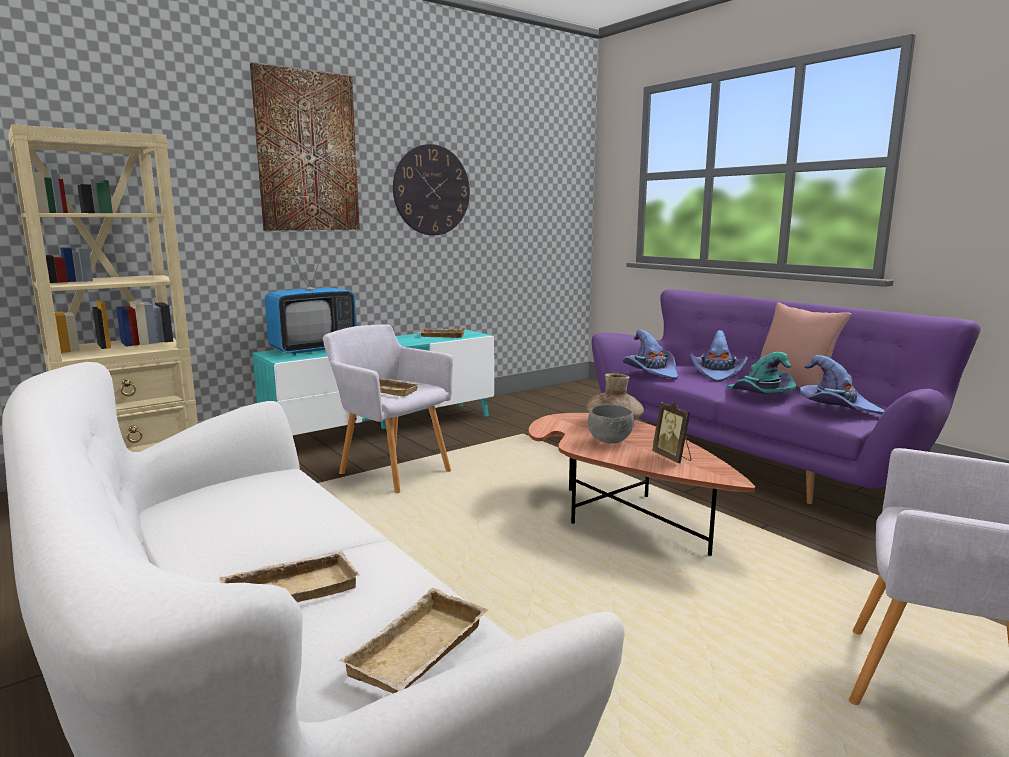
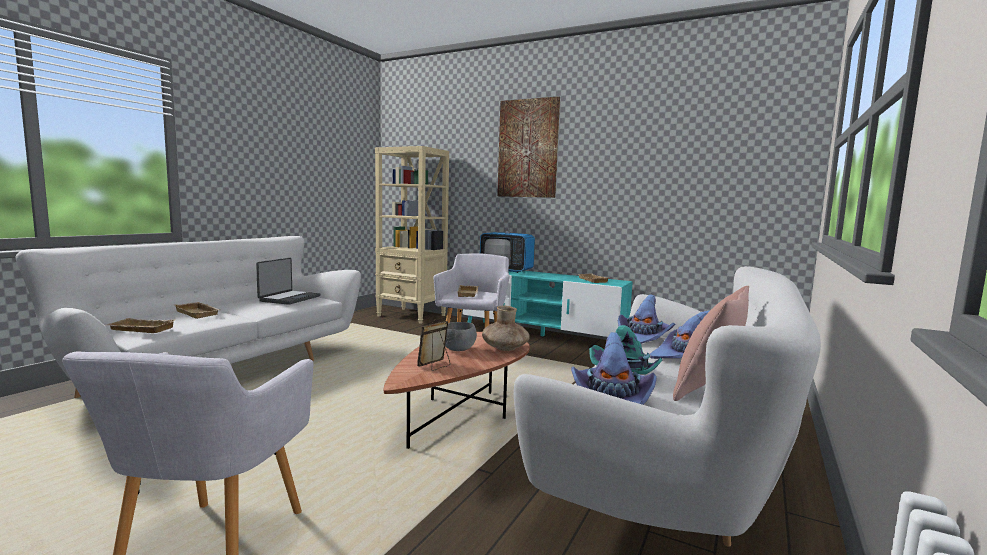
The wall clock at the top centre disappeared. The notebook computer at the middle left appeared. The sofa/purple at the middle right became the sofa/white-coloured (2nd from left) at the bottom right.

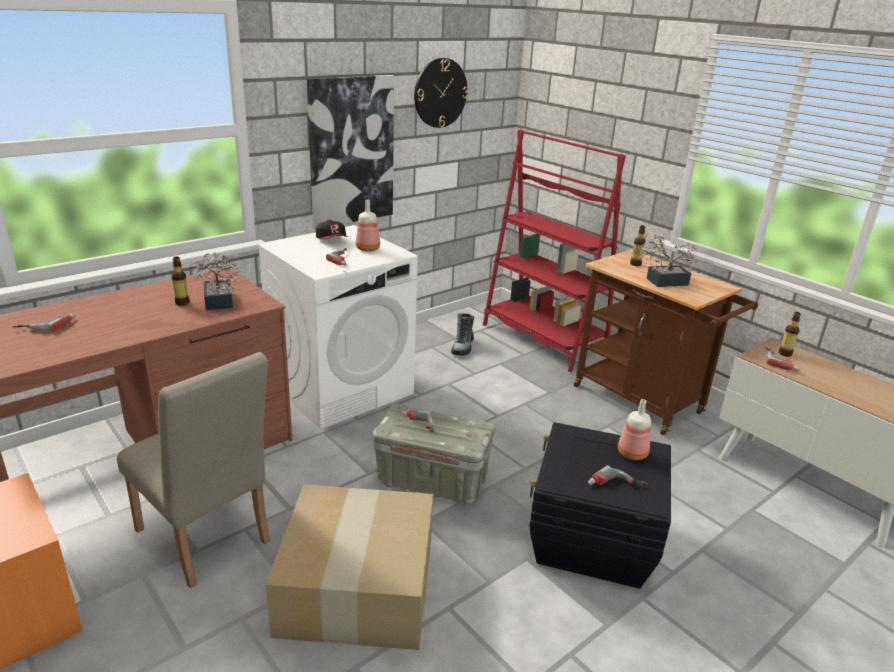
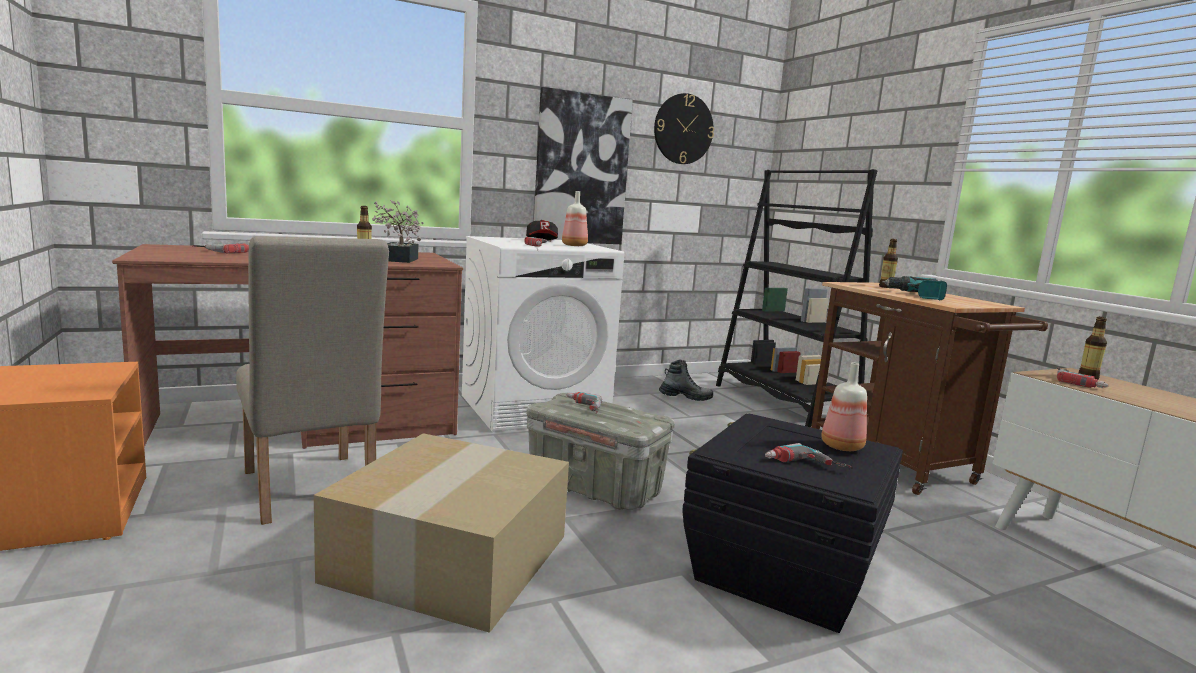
The potted plant (2nd from left) at the middle right was replaced by the power drill (5th from left) at the middle right. The shelving unit/red-coloured at the centre became the shelving unit/black-coloured at the centre. The boot at the centre turned 120 degrees counterclockwise.

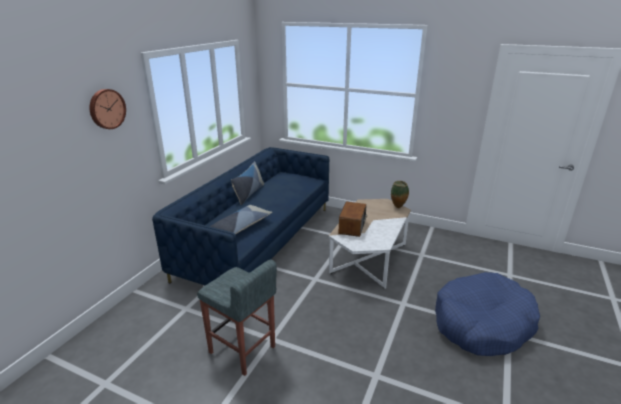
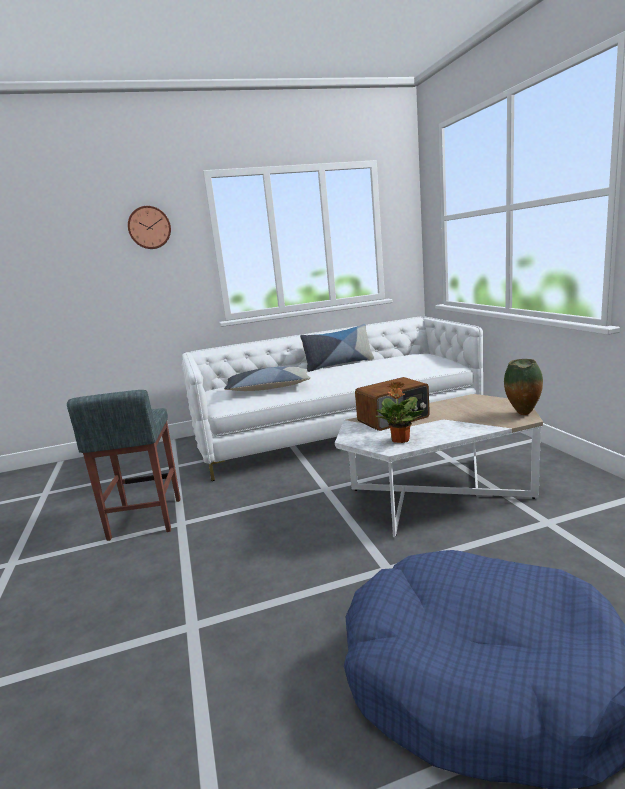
The potted plant at the centre appeared. The sofa/bluish at the centre became the sofa/white-coloured at the centre.

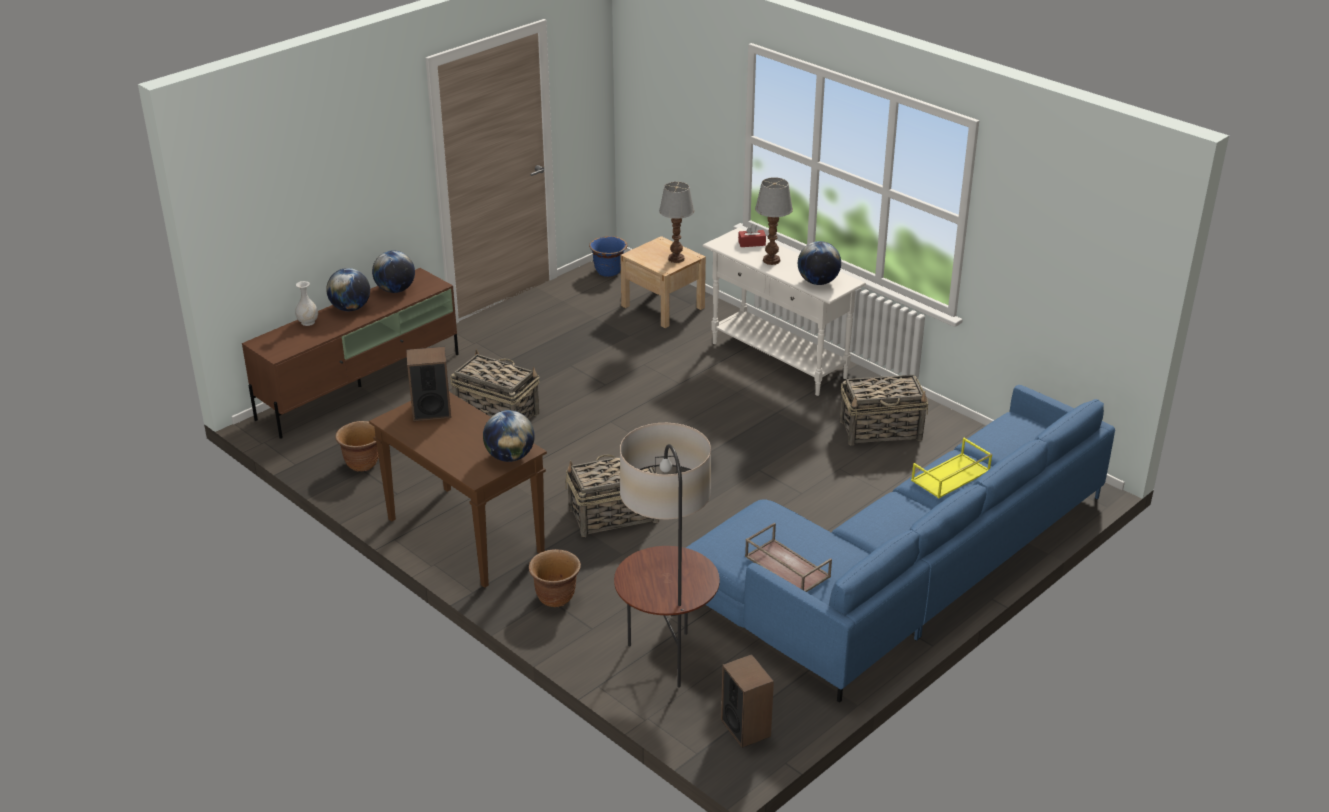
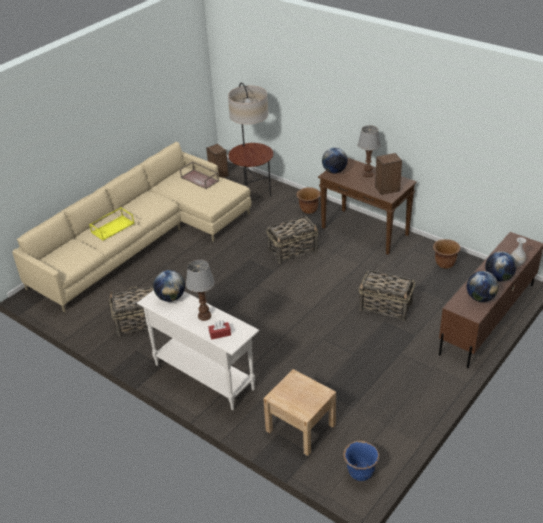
The lamp for a table (1st from left in the first image) moved from the top centre to the top right. The sofa/bluish at the bottom right became the sofa/beige-coloured at the middle left.

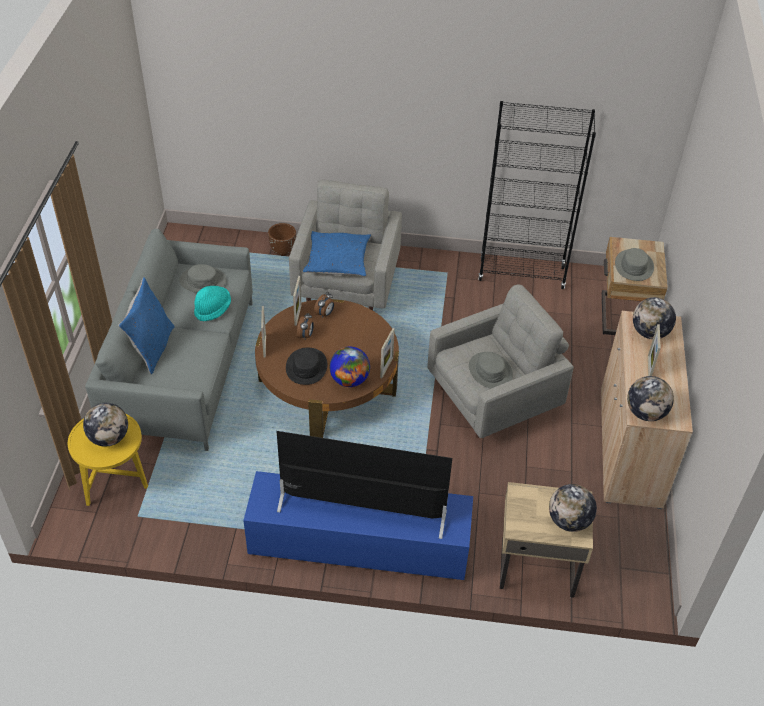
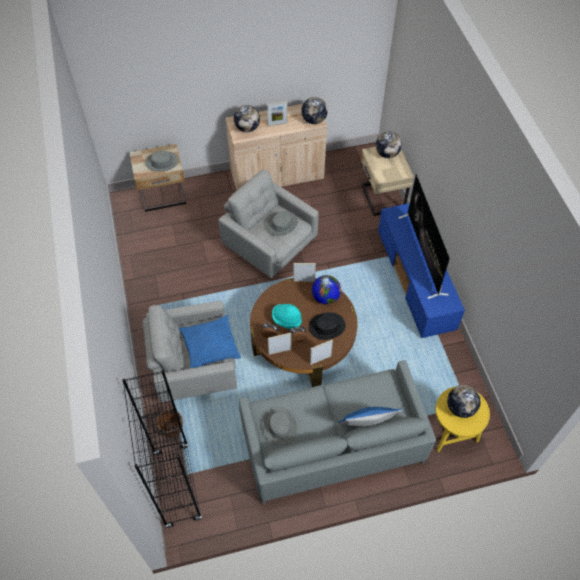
The clothing hat/turquoise moved from the middle left to the centre. The shelving unit/black-coloured moved from the top right to the bottom left.

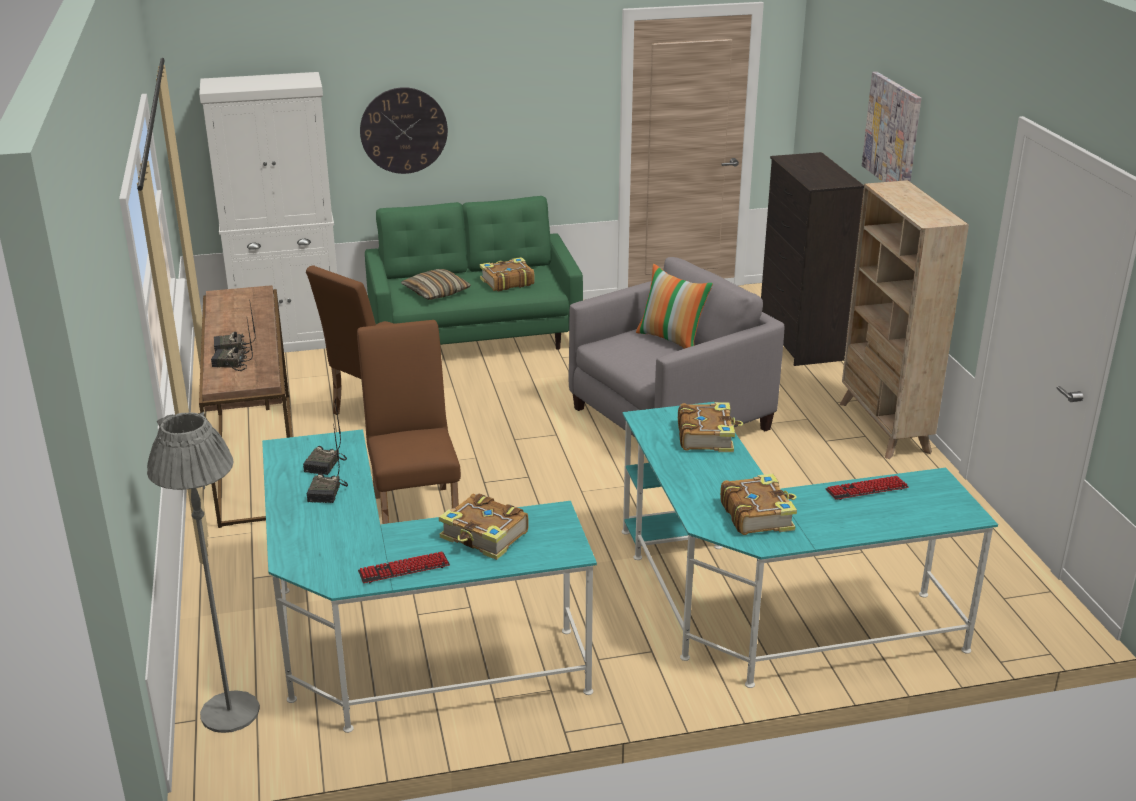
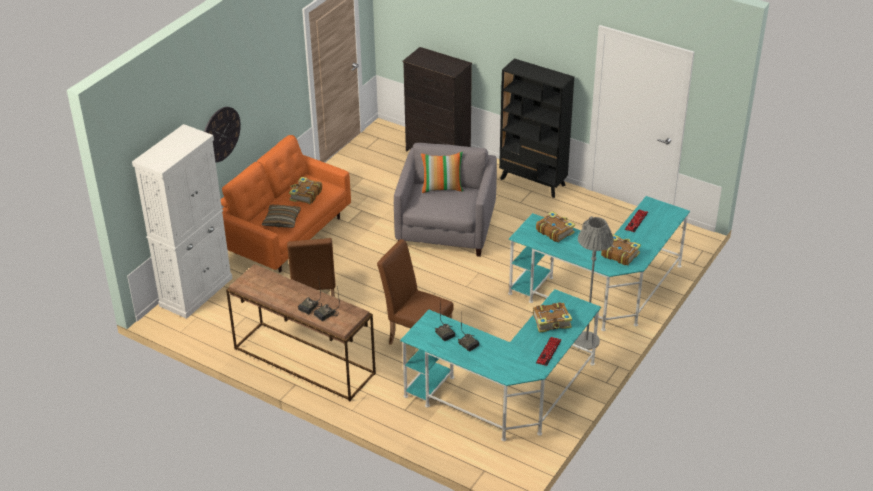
The picture at the top right disappeared. The standing lamp/greyish moved from the bottom left to the middle right. The sofa/green-coloured at the centre became the sofa/orangey at the middle left. The shelving unit/beige-coloured at the middle right became the shelving unit/black-coloured at the top centre.

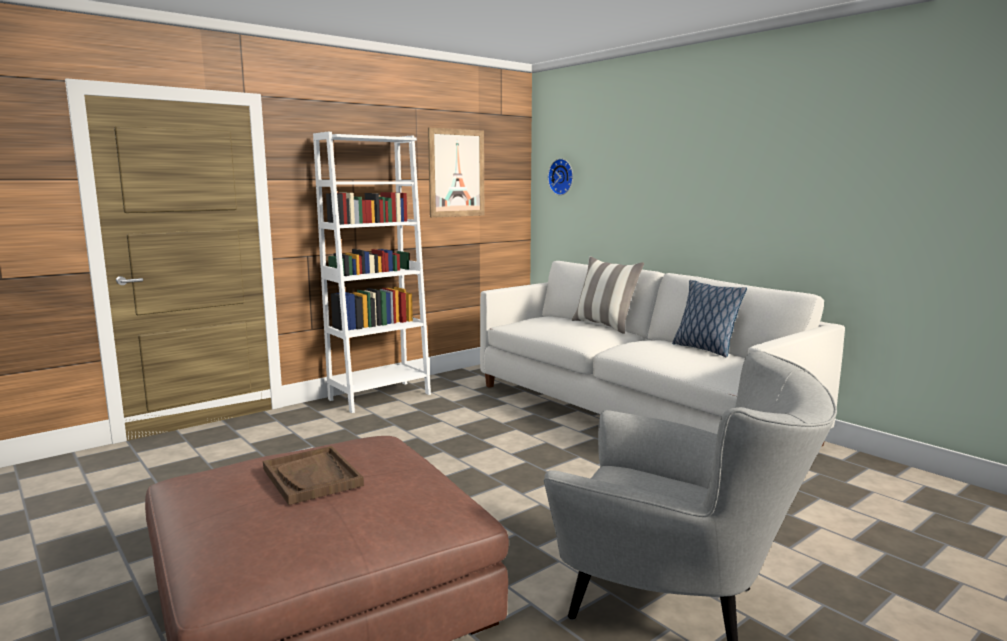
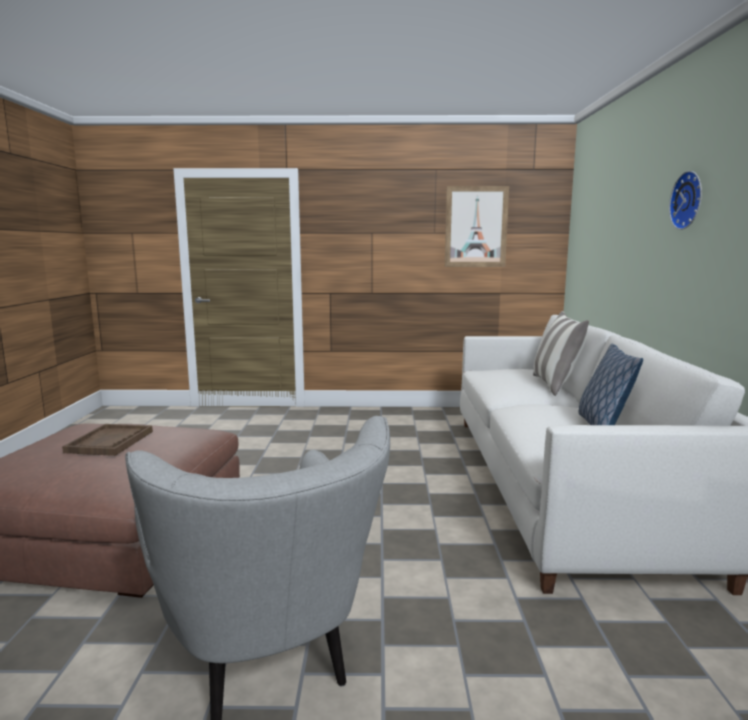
The shelving unit/white-coloured at the centre disappeared. The wall clock moved from the top centre to the top right.

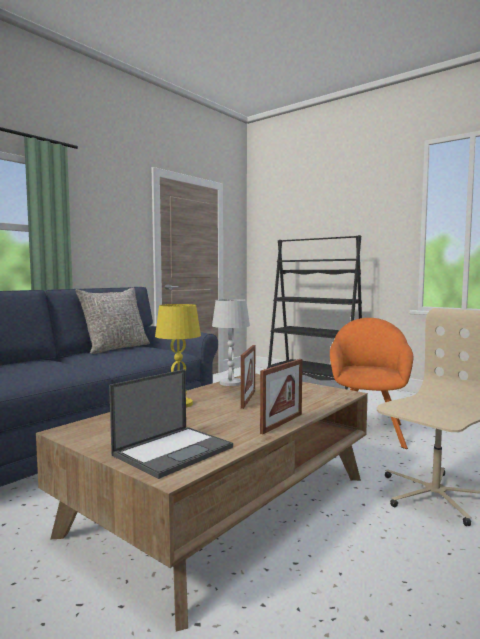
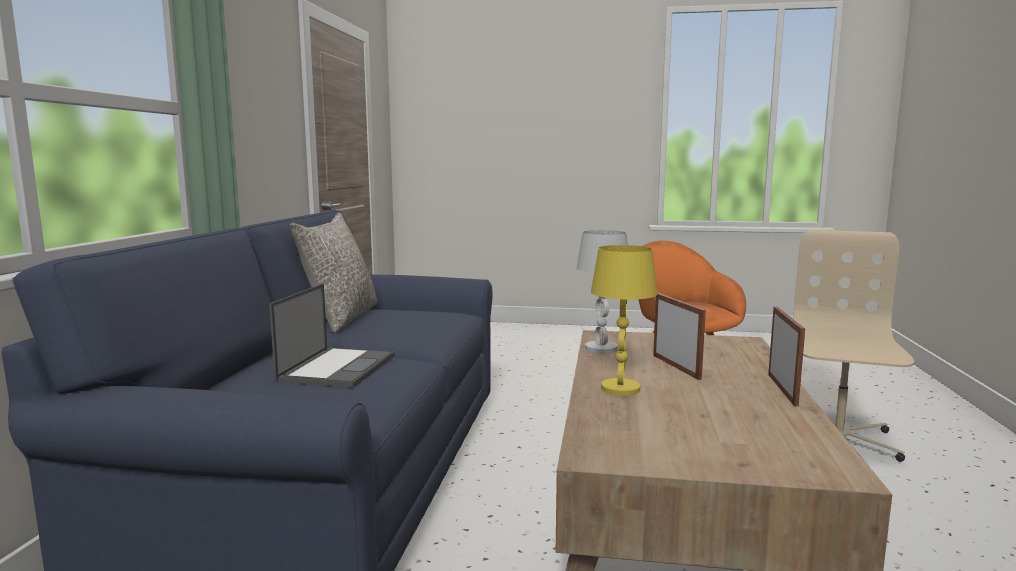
The shelving unit/black-coloured at the centre disappeared. The notebook computer moved from the centre to the middle left.

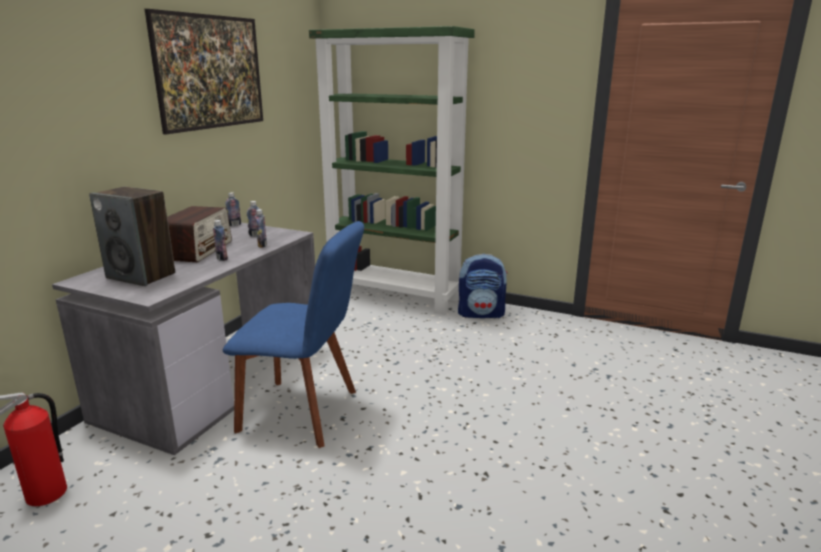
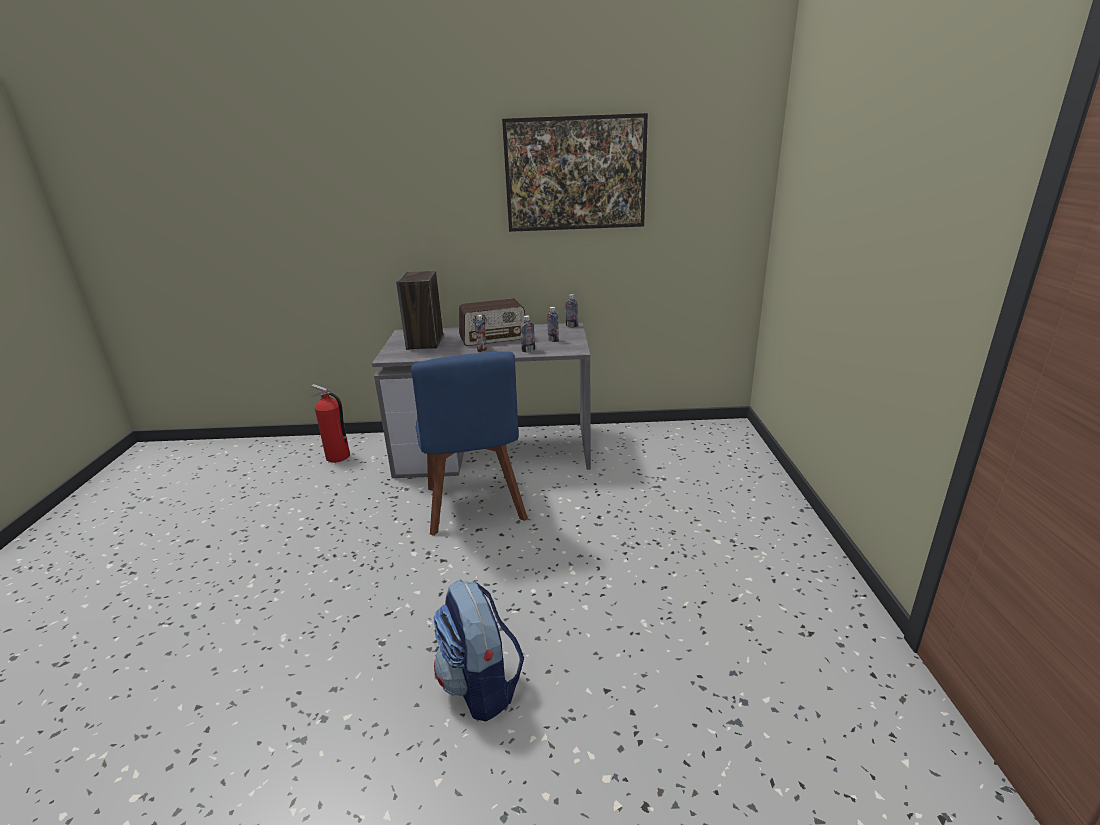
The shelving unit/green-coloured at the top centre disappeared. The backpack moved from the centre to the bottom centre.

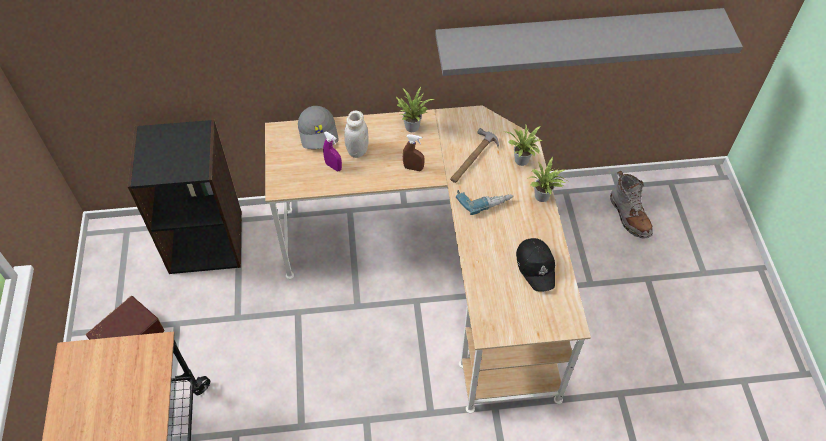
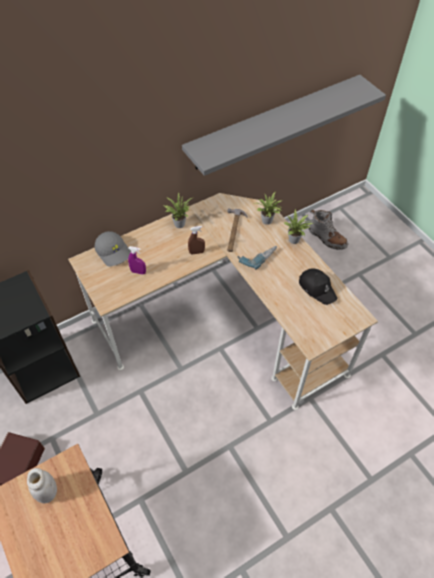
The storage jar/white-coloured moved from the top centre to the bottom left.

